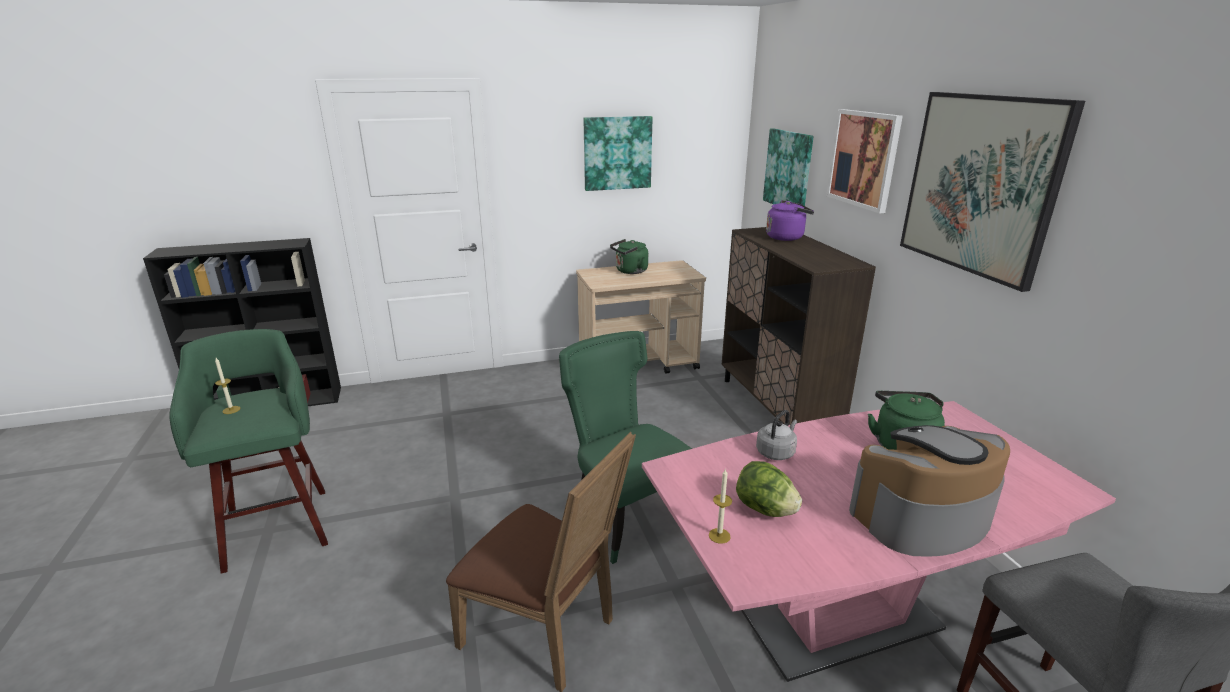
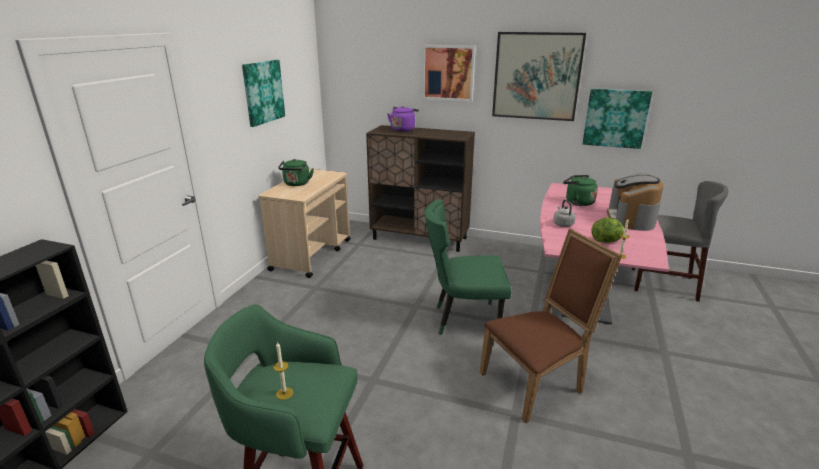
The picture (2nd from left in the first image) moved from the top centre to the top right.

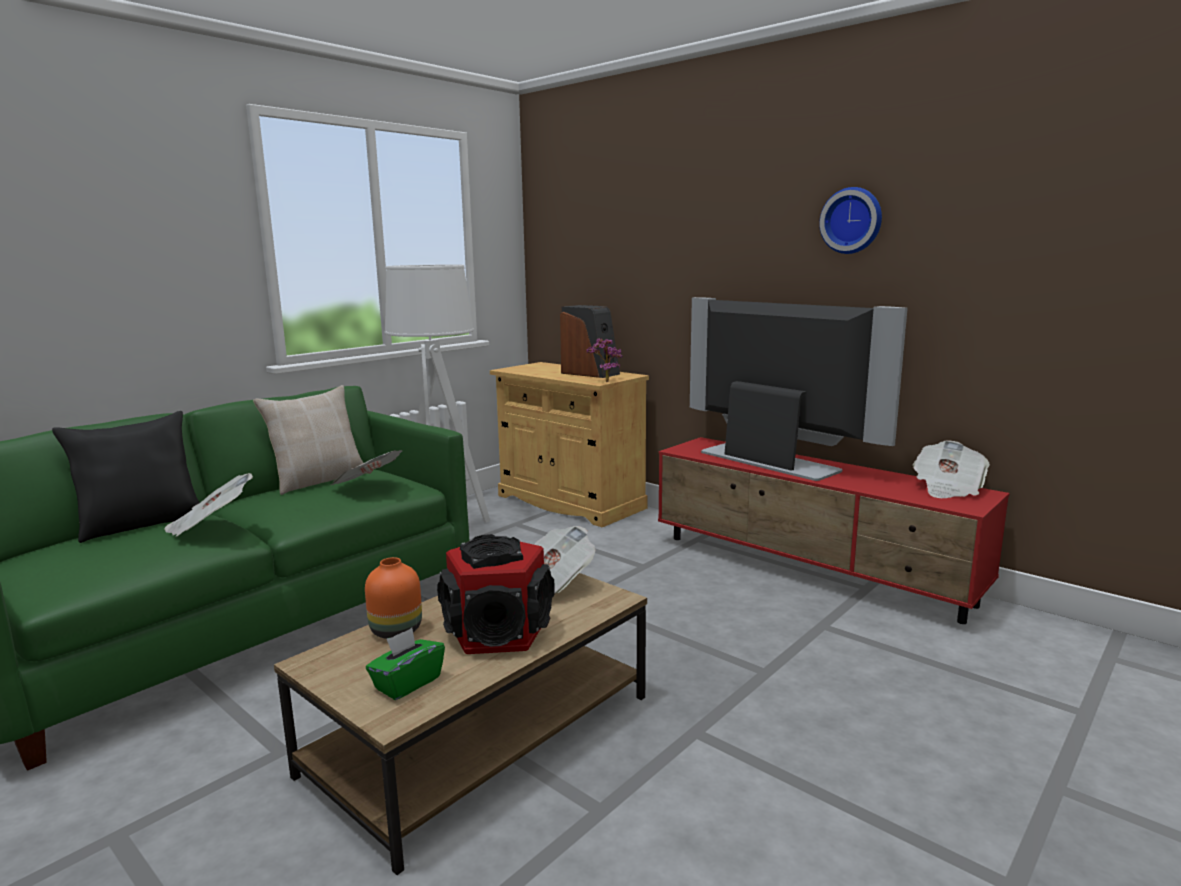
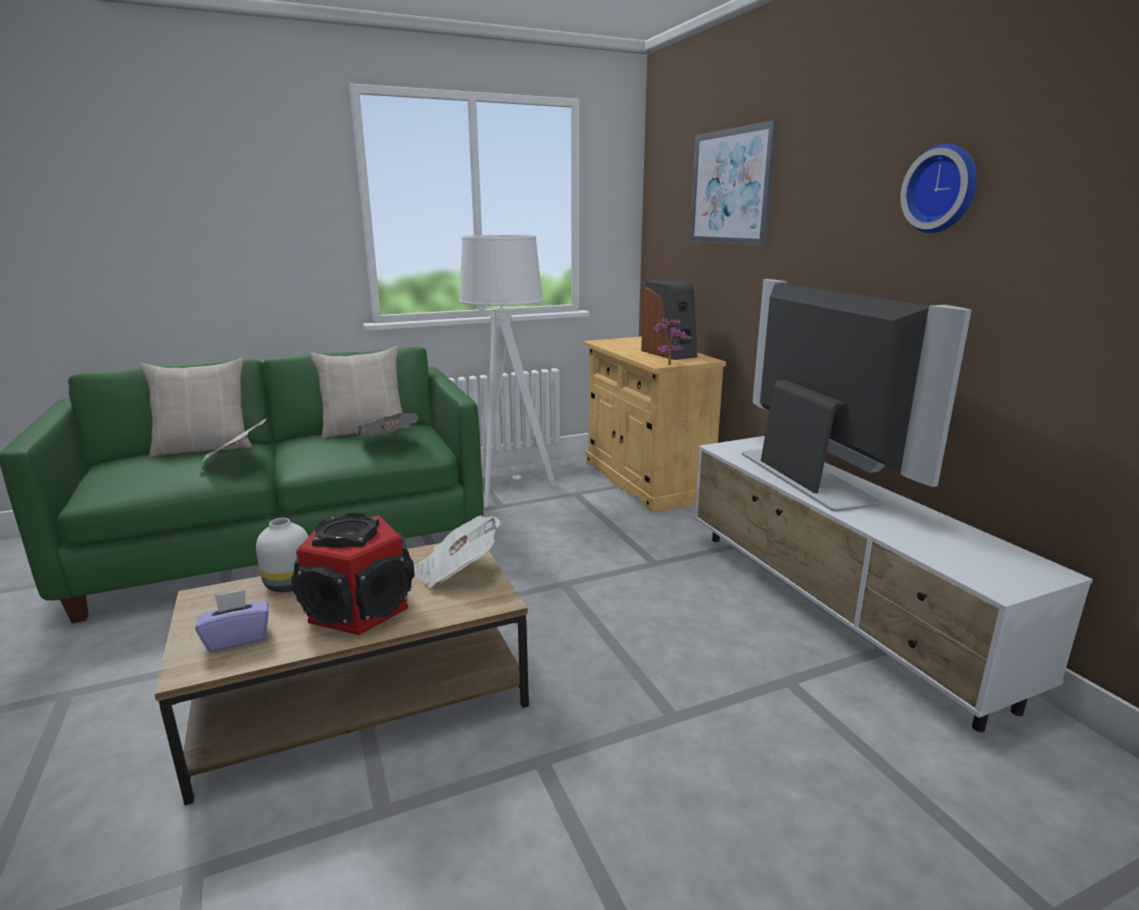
The daily paper (4th from left) at the middle right disappeared. The picture at the top centre appeared. The cushion/black-coloured at the middle left became the cushion/beige-coloured (1st from left) at the middle left. The flower vase/orangey at the bottom left became the flower vase/white-coloured at the middle left. The box of tissues/green-coloured at the bottom centre became the box of tissues/purple at the bottom left. The tv stand/red-coloured at the middle right became the tv stand/white-coloured at the middle right.

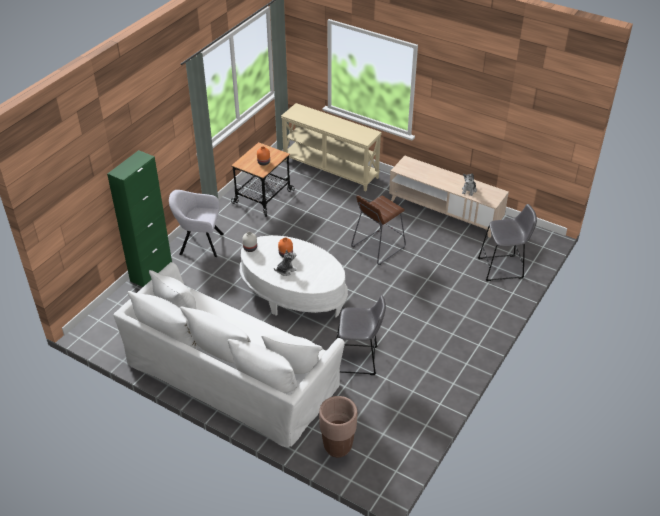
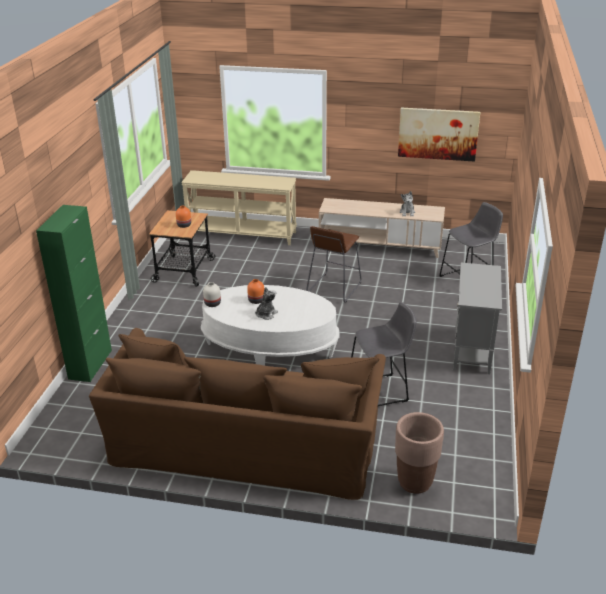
The lounge chair/greyish at the middle left disappeared. The picture at the top right appeared. The cabinet/greyish at the middle right appeared. The sofa/white-coloured at the bottom centre became the sofa/brownish at the bottom centre.

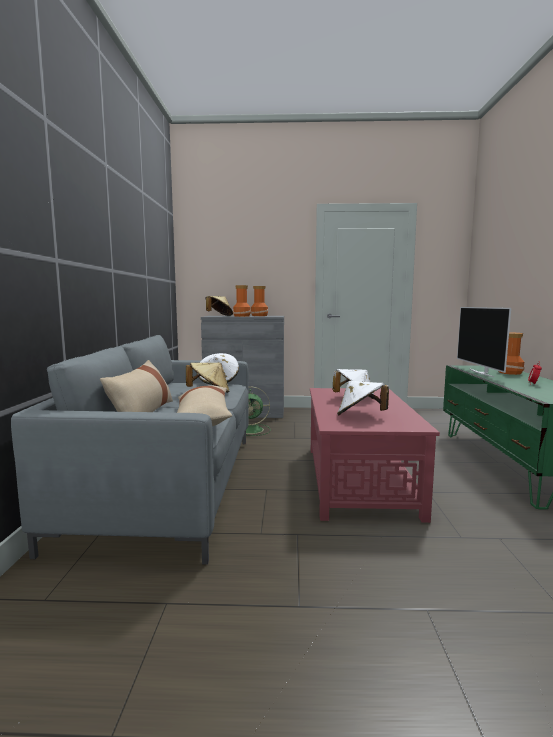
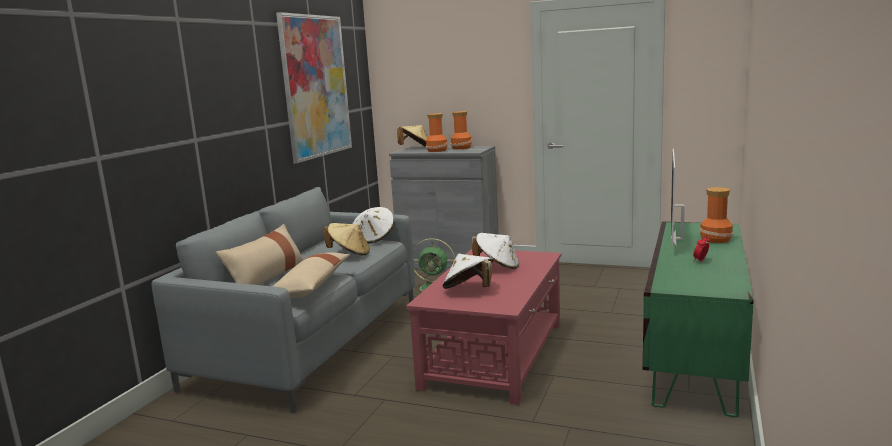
The picture at the top centre appeared.

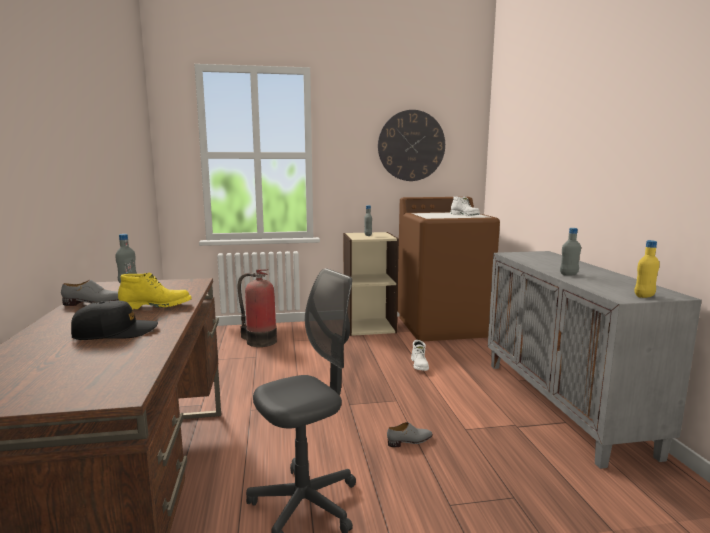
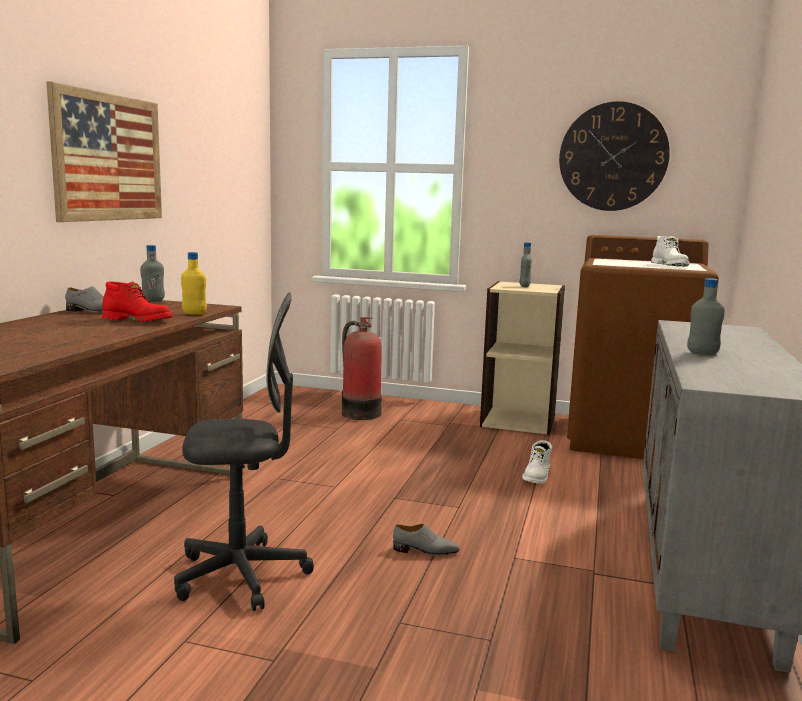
The peaked cap/black-coloured at the middle left disappeared. The picture at the top left appeared. The bottle/yellow moved from the middle right to the middle left. The boot/yellow at the middle left became the boot/red-coloured at the middle left.

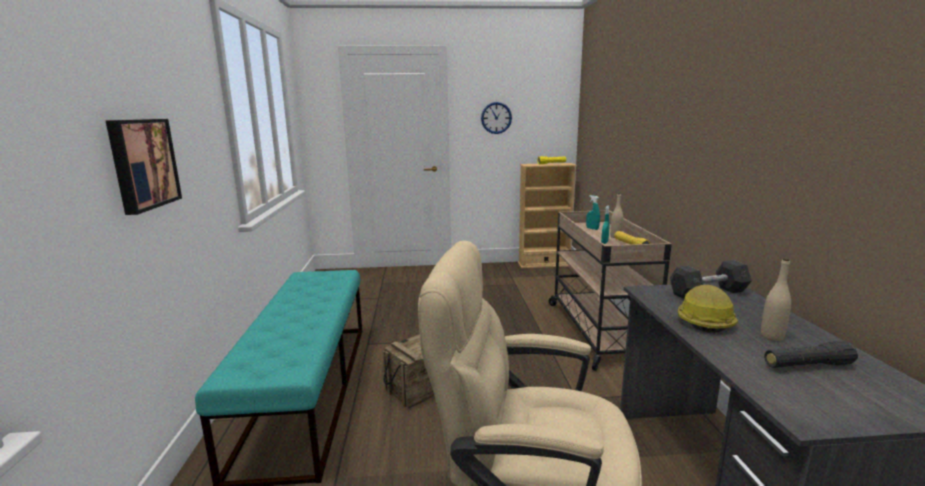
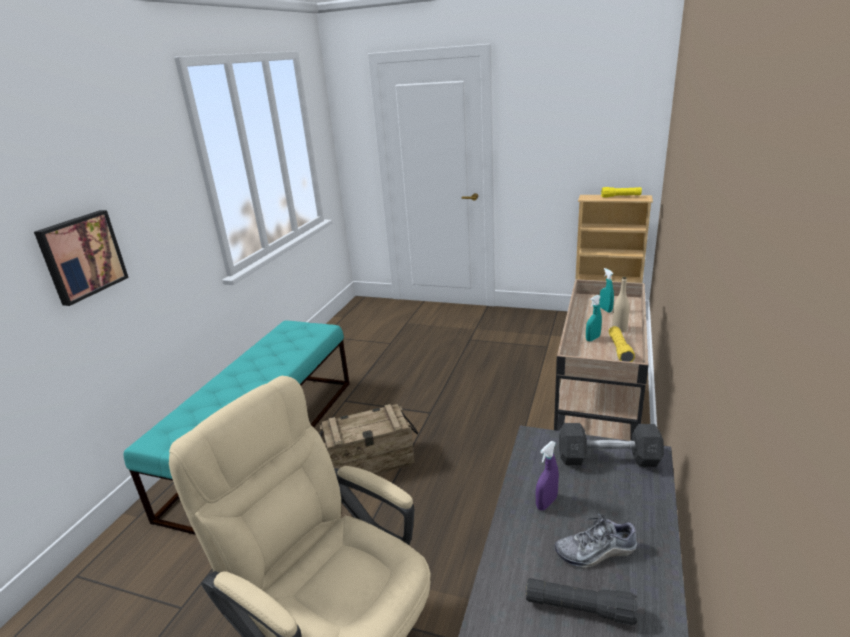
The wall clock at the top centre disappeared. The safety helmet at the middle right was replaced by the sprayer/purple at the bottom centre. The bottle/beige-coloured (2nd from left) at the middle right was replaced by the item of footwear at the bottom right.

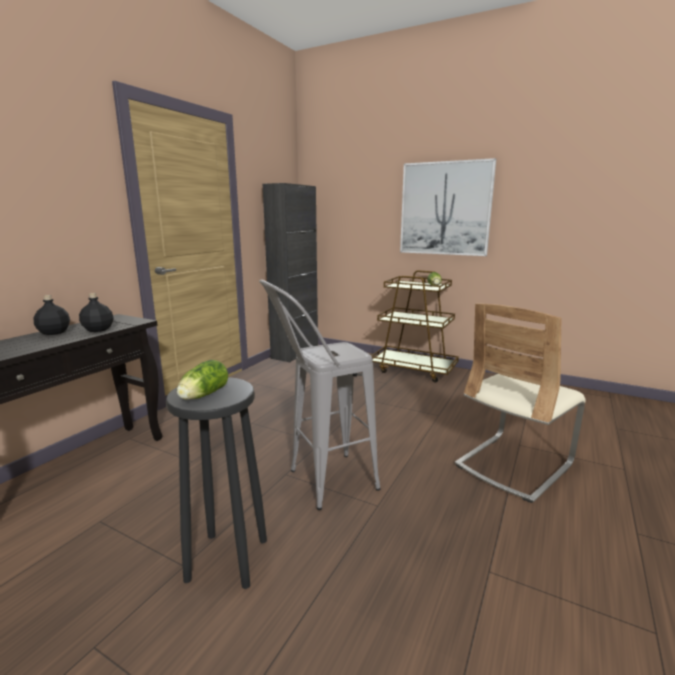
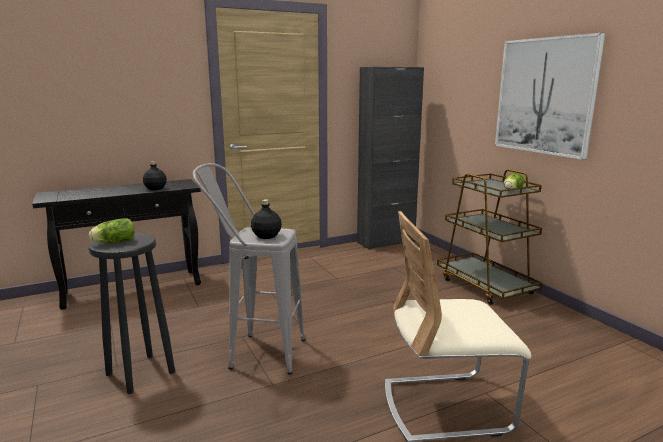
The bottle/black-coloured (1st from left in the first image) moved from the middle left to the centre.

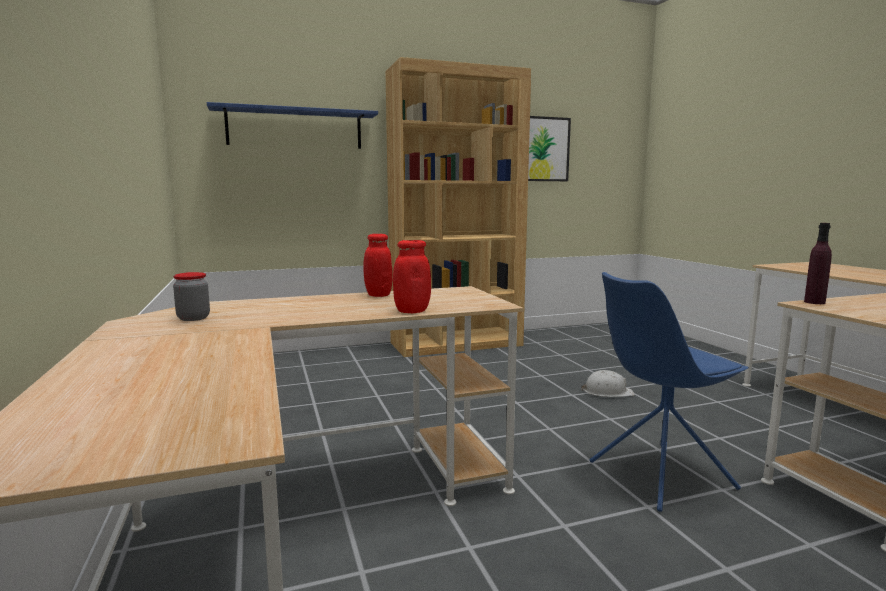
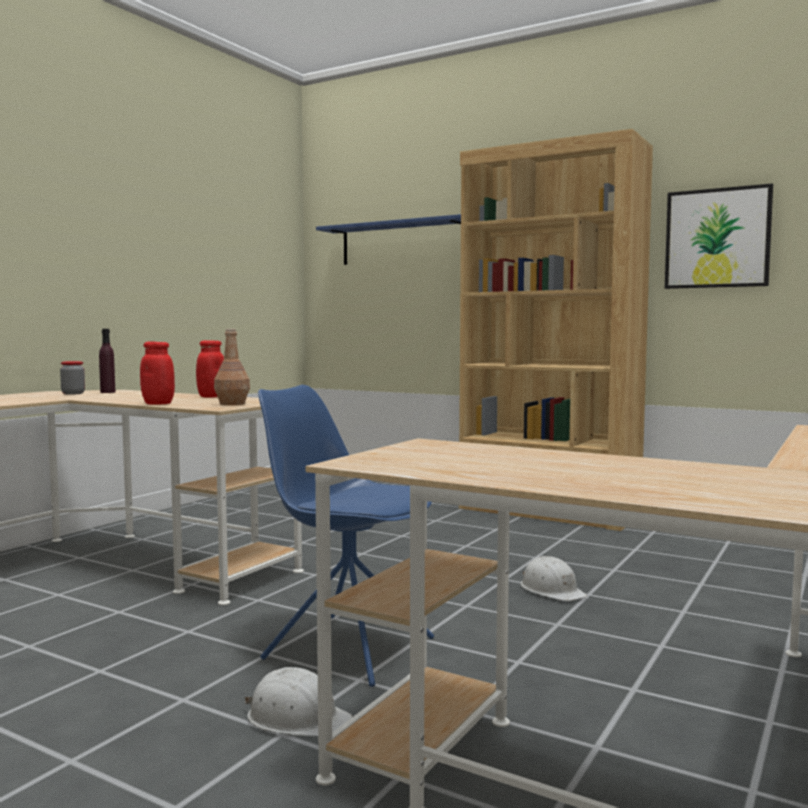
The bottle/brownish at the middle left appeared. The safety helmet/white-coloured (1st from left) at the bottom centre appeared. The bottle/purple moved from the middle right to the middle left.

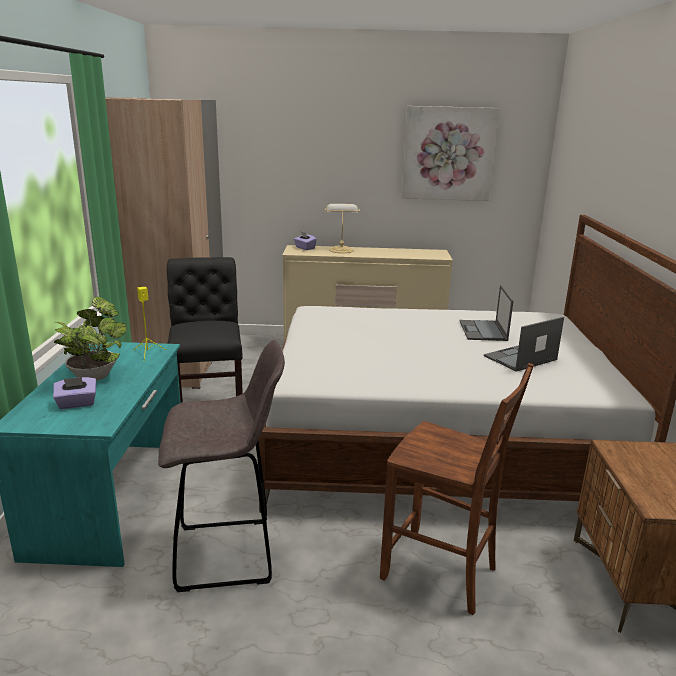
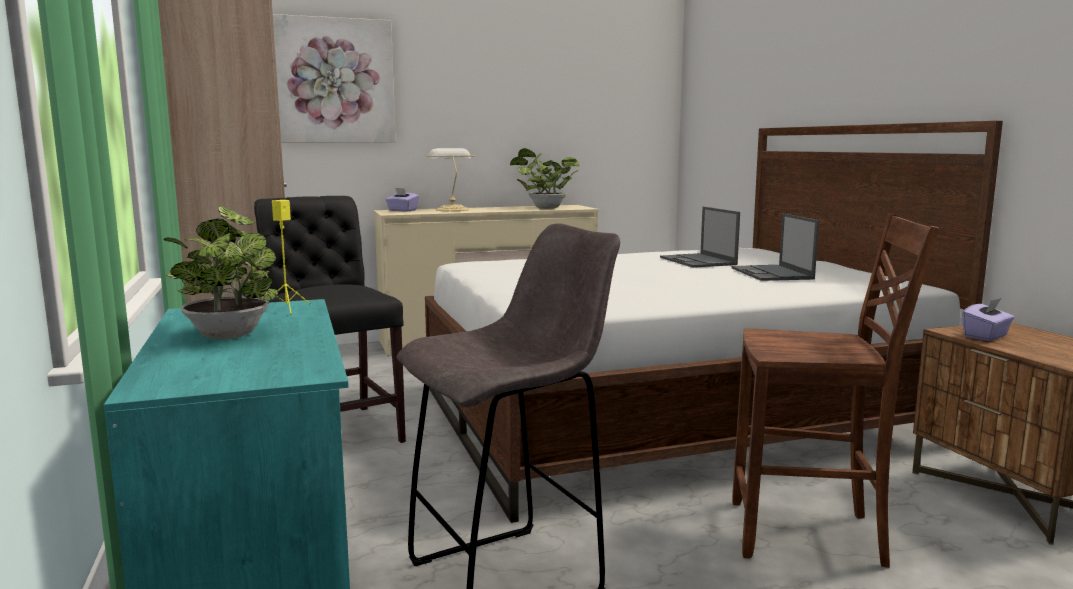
The potted plant (2nd from left) at the top centre appeared. The box of tissues/purple (1st from left in the first image) moved from the middle left to the middle right. The picture moved from the top centre to the top left. The notebook computer (2nd from left) at the middle right turned 45 degrees counterclockwise.

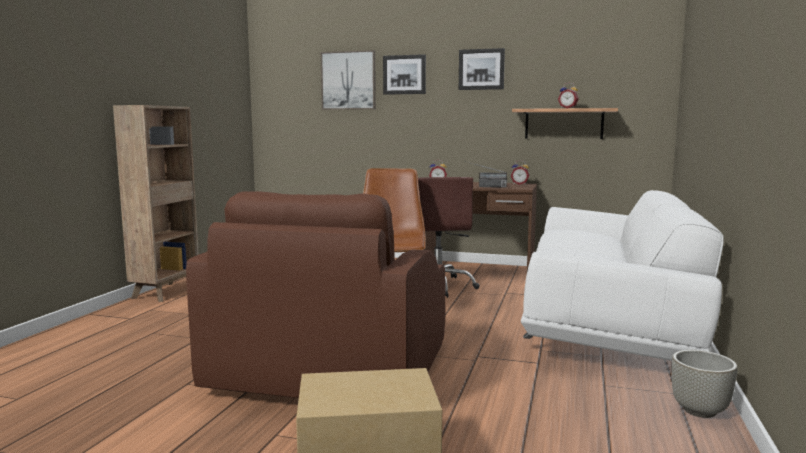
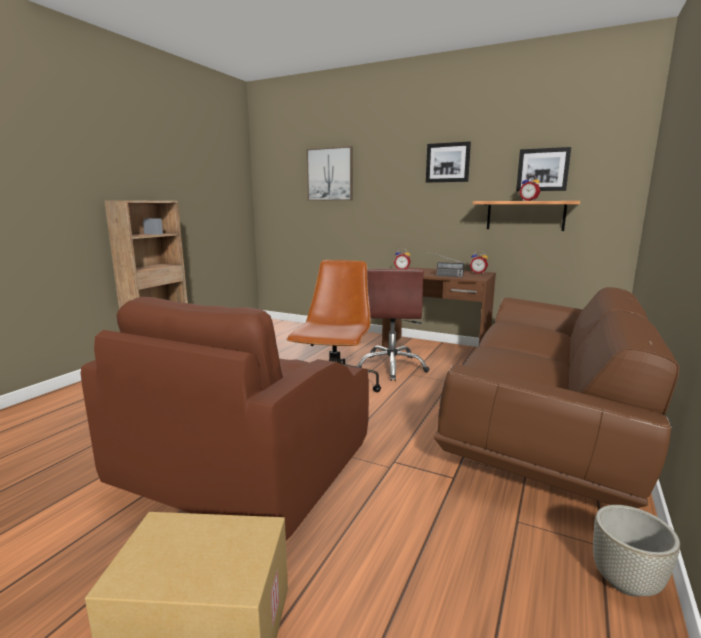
The picture (2nd from left in the first image) moved from the top centre to the top right. The sofa/white-coloured at the middle right became the sofa/brownish at the middle right.

